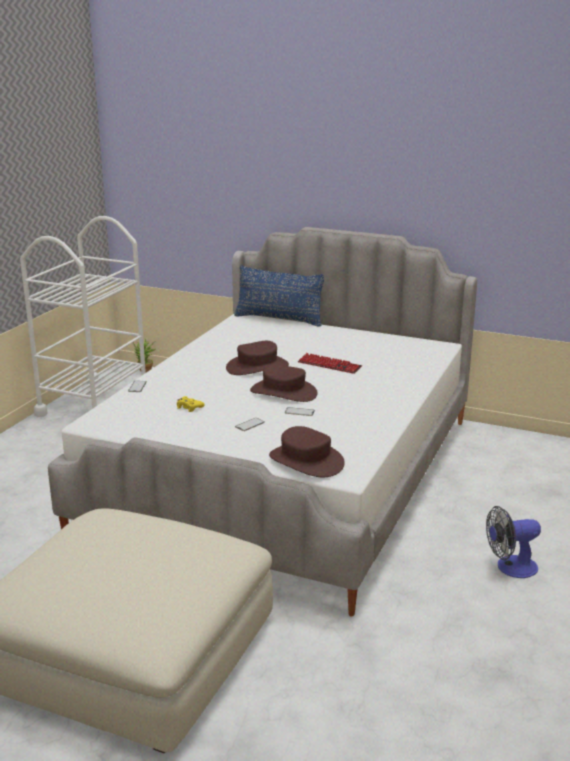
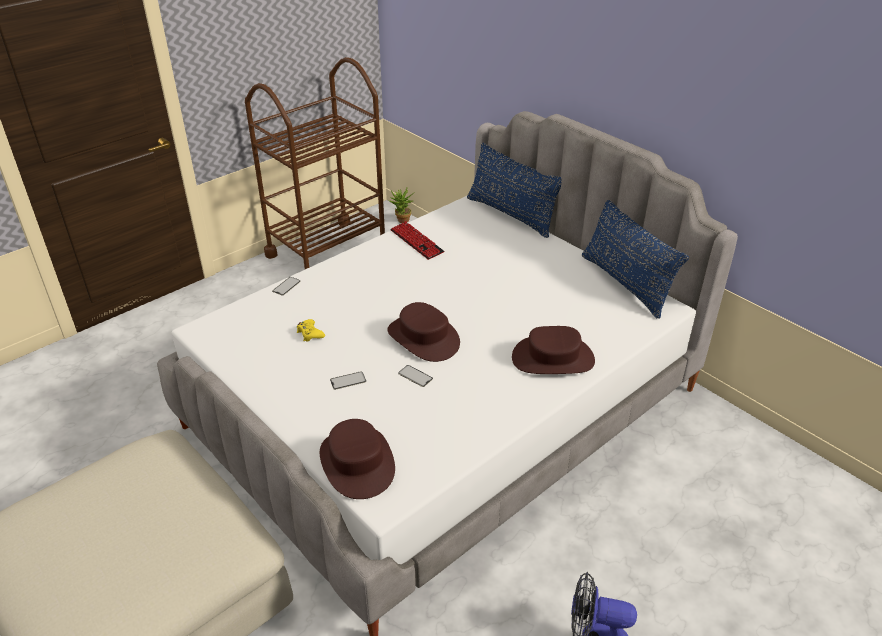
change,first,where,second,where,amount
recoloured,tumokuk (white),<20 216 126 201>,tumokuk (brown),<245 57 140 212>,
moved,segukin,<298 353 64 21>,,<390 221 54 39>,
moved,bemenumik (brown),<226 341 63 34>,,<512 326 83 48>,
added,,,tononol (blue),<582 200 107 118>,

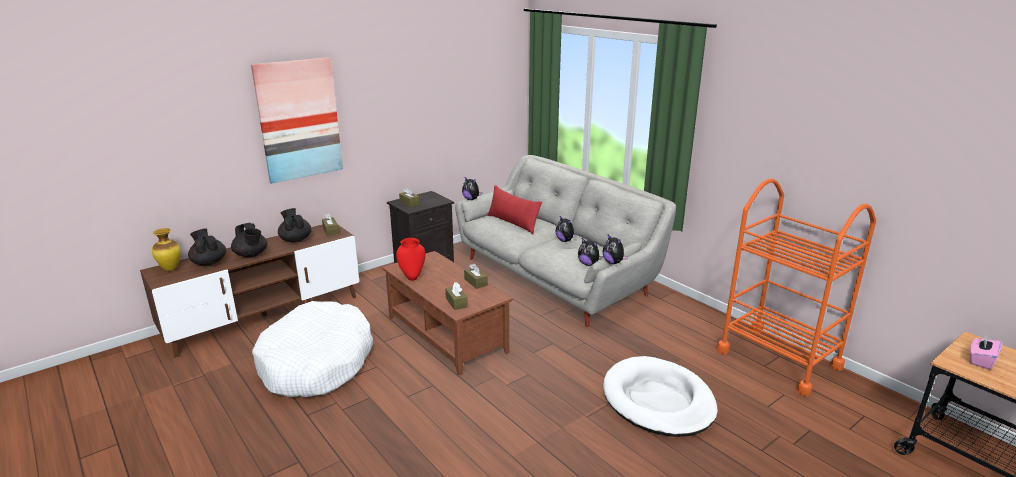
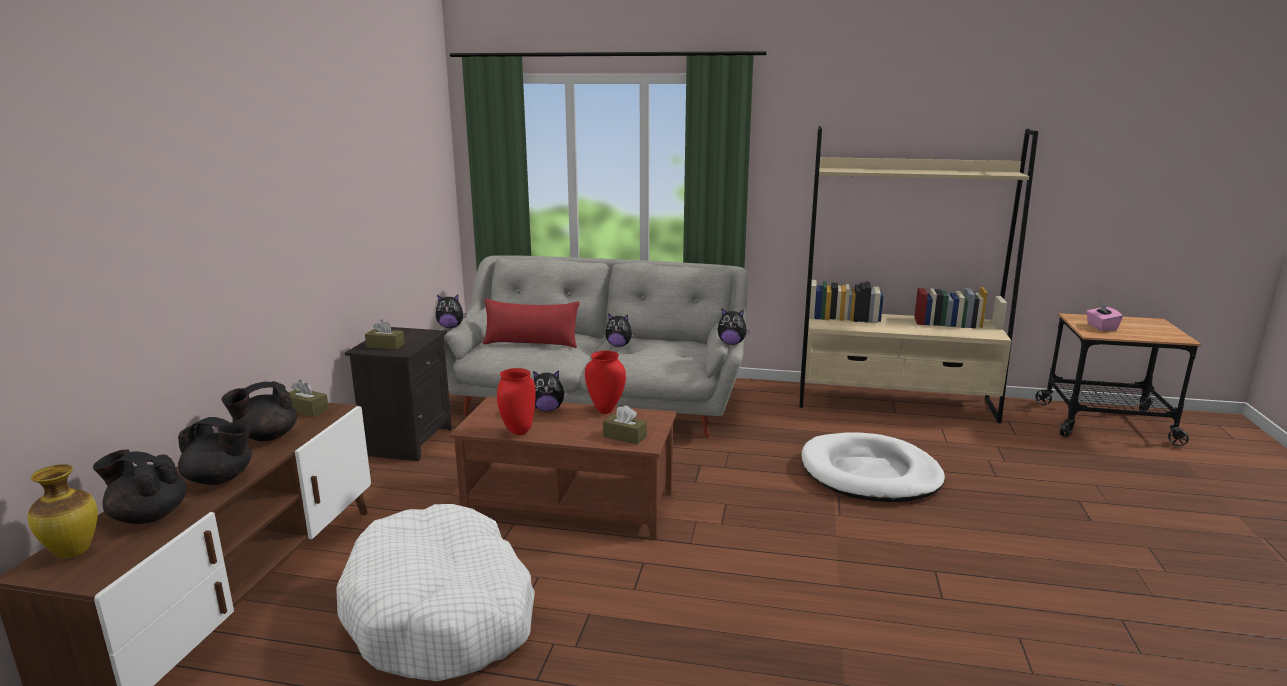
change,first,where,second,where,amount
turned,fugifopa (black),<278 208 34 35>,,<221 381 76 60>,60 degrees counterclockwise
moved,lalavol,<578 238 25 28>,,<533 370 34 42>,
replaced,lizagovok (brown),<464 263 24 26>,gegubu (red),<585 351 41 63>,
replaced,tumokuk (orange),<717 179 159 217>,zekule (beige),<799 126 239 297>,
removed,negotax,<251 57 92 127>,,,

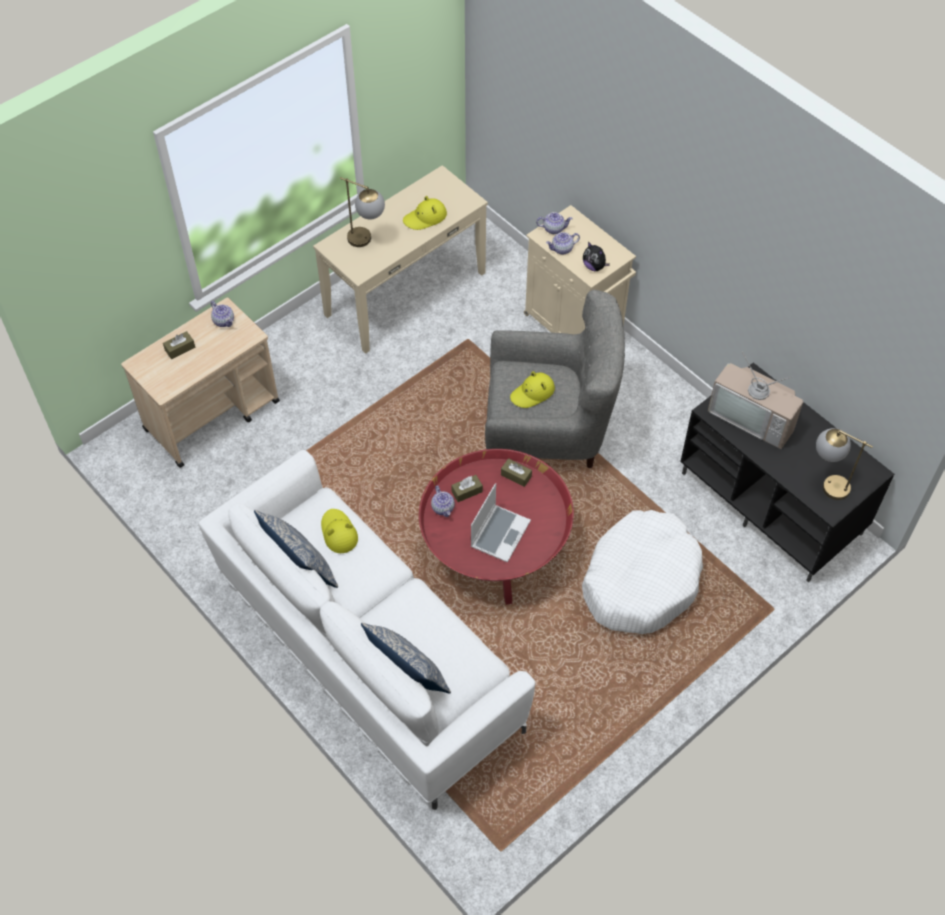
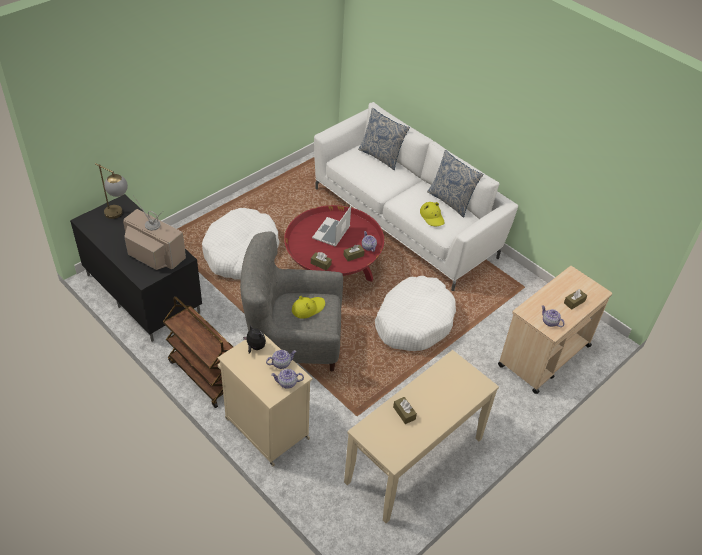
change,first,where,second,where,amount
added,,,tumokuk (brown),<163 296 70 112>,
added,,,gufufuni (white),<375 276 81 75>,
replaced,bemenumik (yellow),<403 196 44 34>,lizagovok (brown),<393 397 24 27>,
removed,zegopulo,<340 177 45 70>,,,

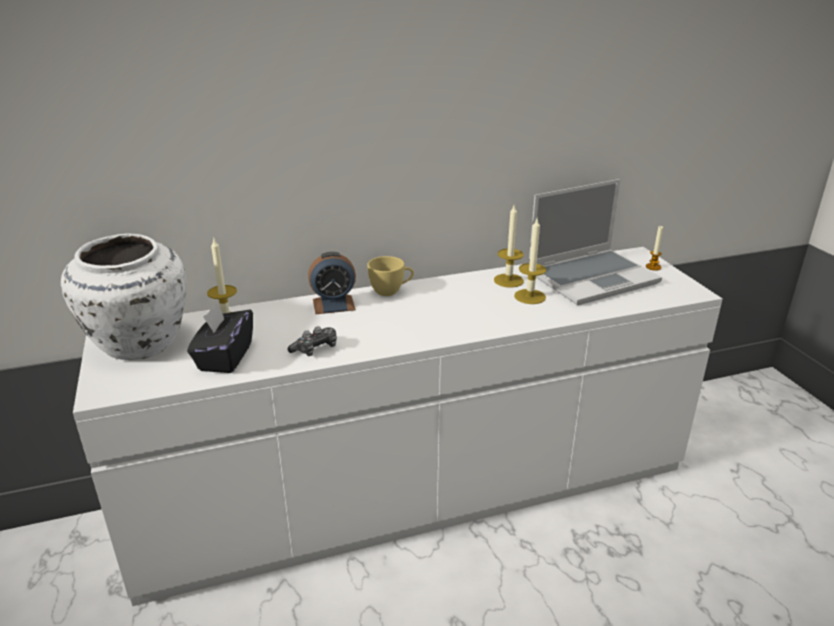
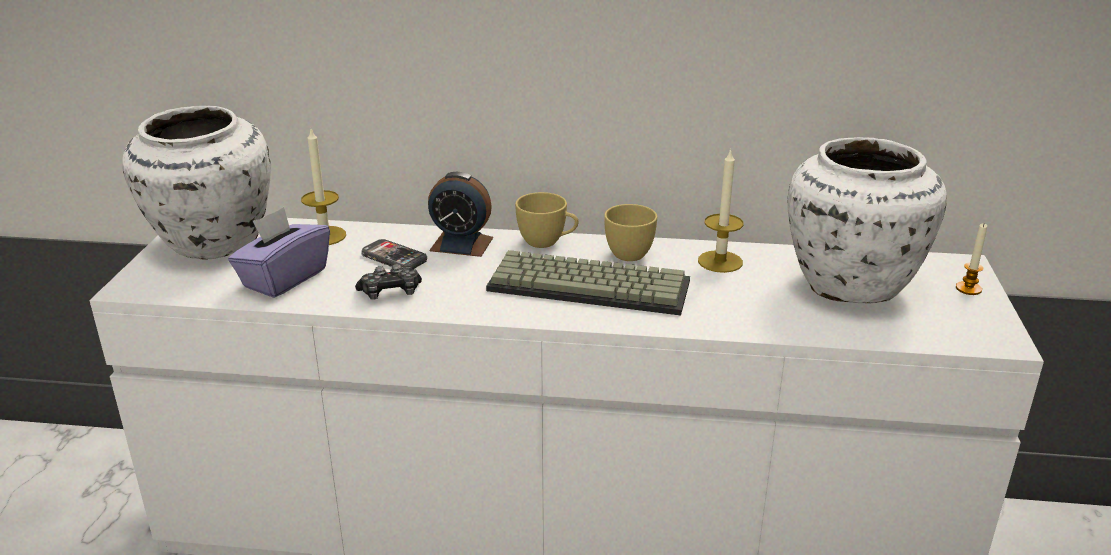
change,first,where,second,where,amount
recoloured,lizagovok (black),<187 302 66 71>,lizagovok (purple),<228 207 102 91>,
added,,,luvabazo,<361 239 66 30>,
added,,,segukin,<486 250 204 65>,
added,,,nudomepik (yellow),<604 204 53 57>,
replaced,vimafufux,<529 179 133 126>,gegubu (white),<787 137 160 166>,
removed,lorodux,<514 219 32 85>,,,

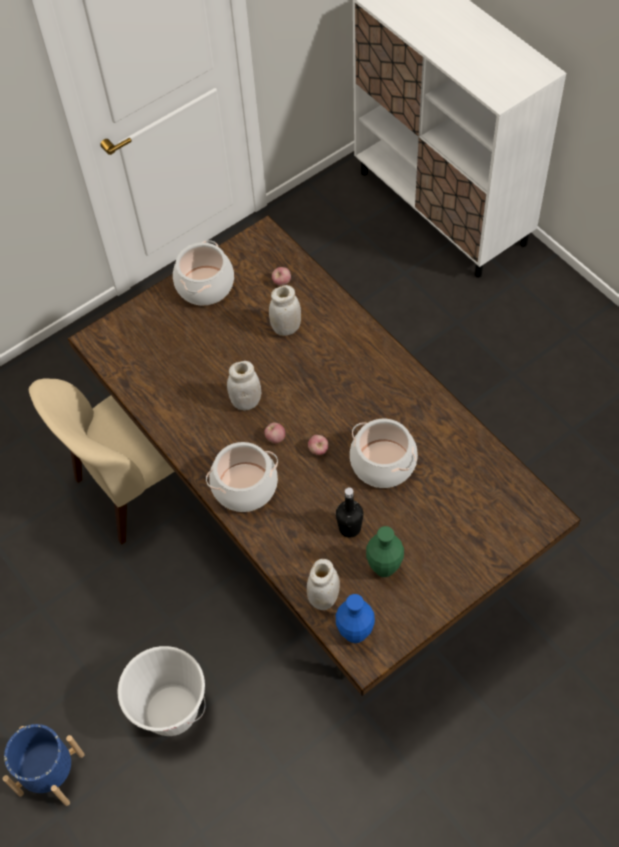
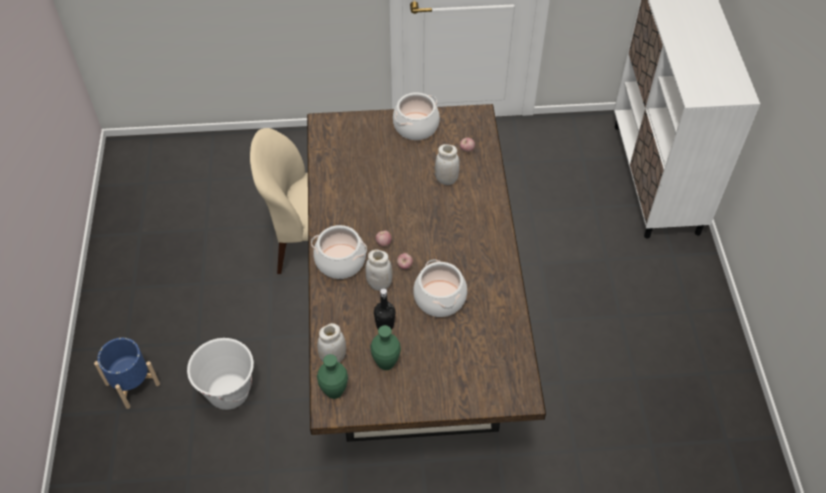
change,first,where,second,where,amount
recoloured,gegubu (blue),<336 594 39 49>,gegubu (green),<317 354 31 45>,
moved,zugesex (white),<227 361 34 50>,,<365 250 27 41>,

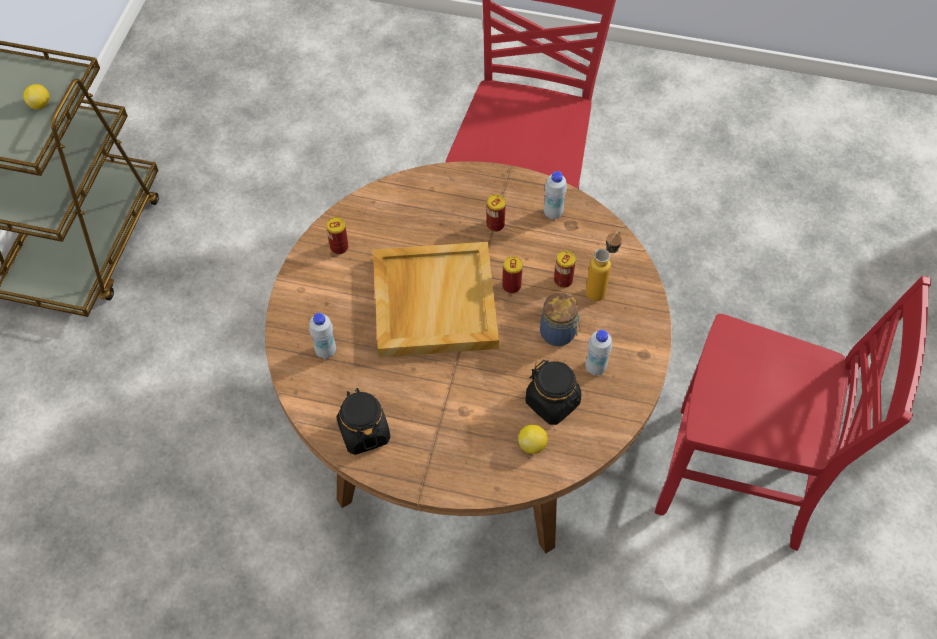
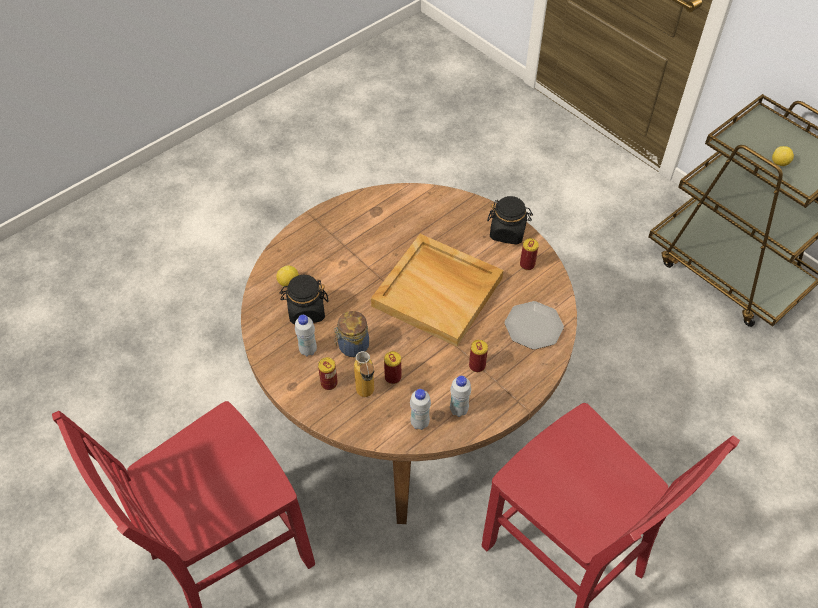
change,first,where,second,where,amount
moved,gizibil,<502 256 21 38>,,<318 357 20 33>,
moved,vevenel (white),<309 313 27 46>,,<410 389 21 41>,
moved,zugesex (black),<337 388 53 67>,,<487 196 46 49>,
added,,,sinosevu,<505 301 59 49>,

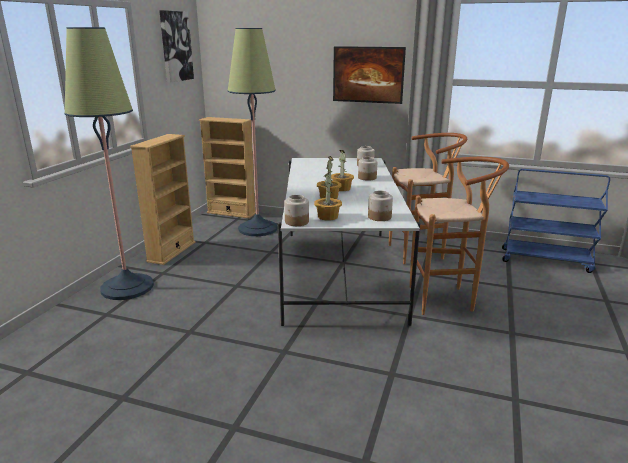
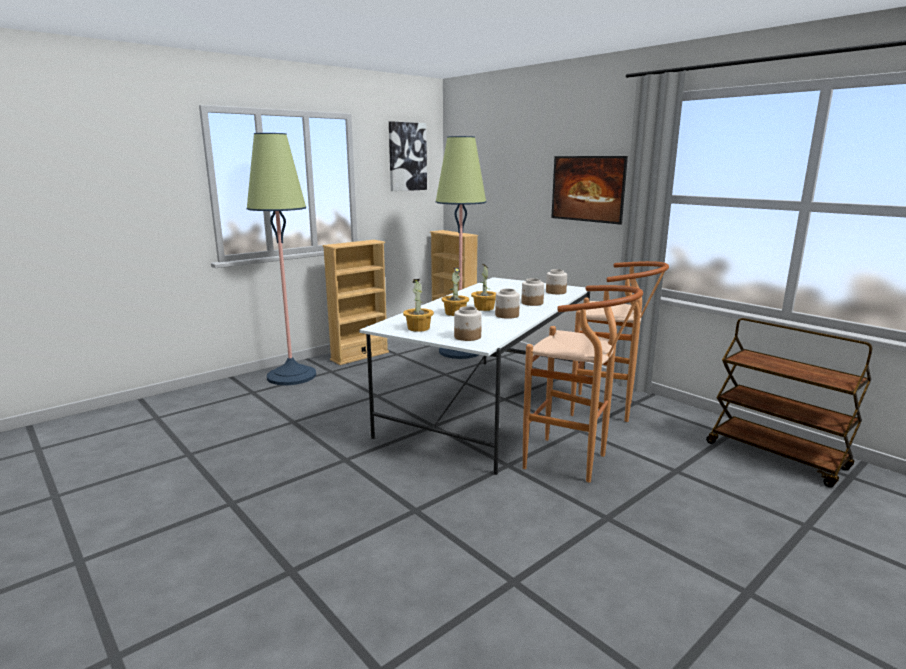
change,first,where,second,where,amount
moved,zugesex,<284 195 25 31>,,<495 289 25 30>,
recoloured,tumokuk (blue),<502 169 108 104>,tumokuk (brown),<706 318 166 169>,

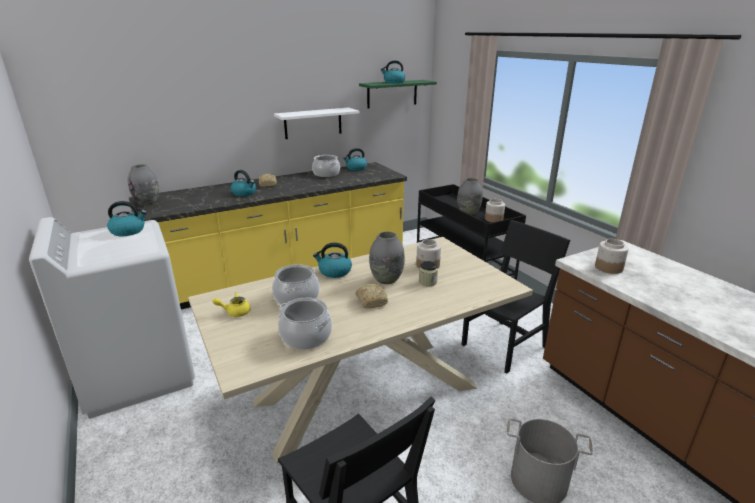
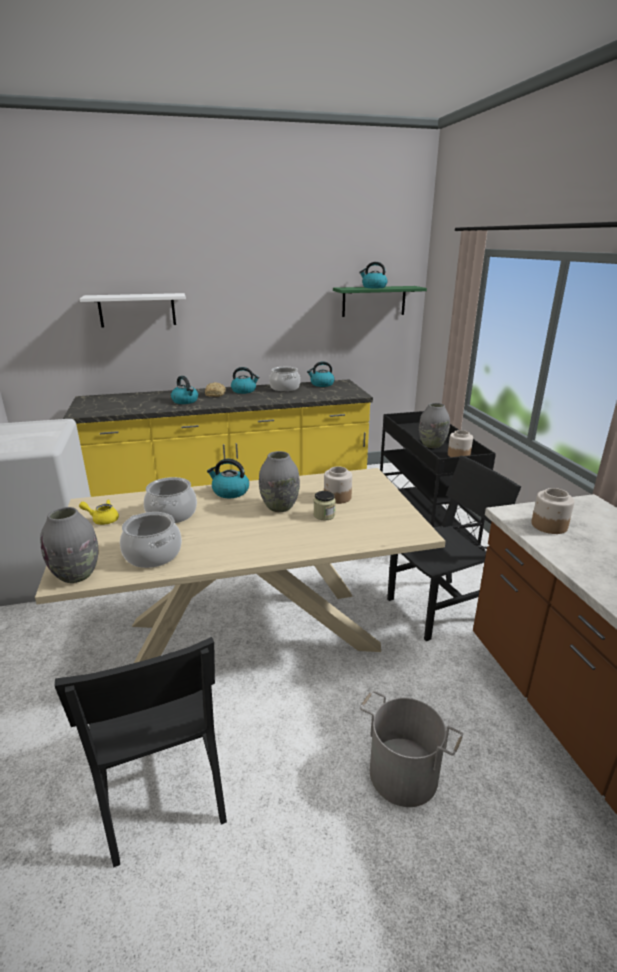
change,first,where,second,where,amount
moved,gegubu (grey),<128 164 31 41>,,<40 507 58 76>,
moved,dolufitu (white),<274 107 86 32>,,<80 293 106 35>,
moved,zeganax,<107 201 40 35>,,<231 367 28 27>,
removed,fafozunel,<356 284 32 24>,,,

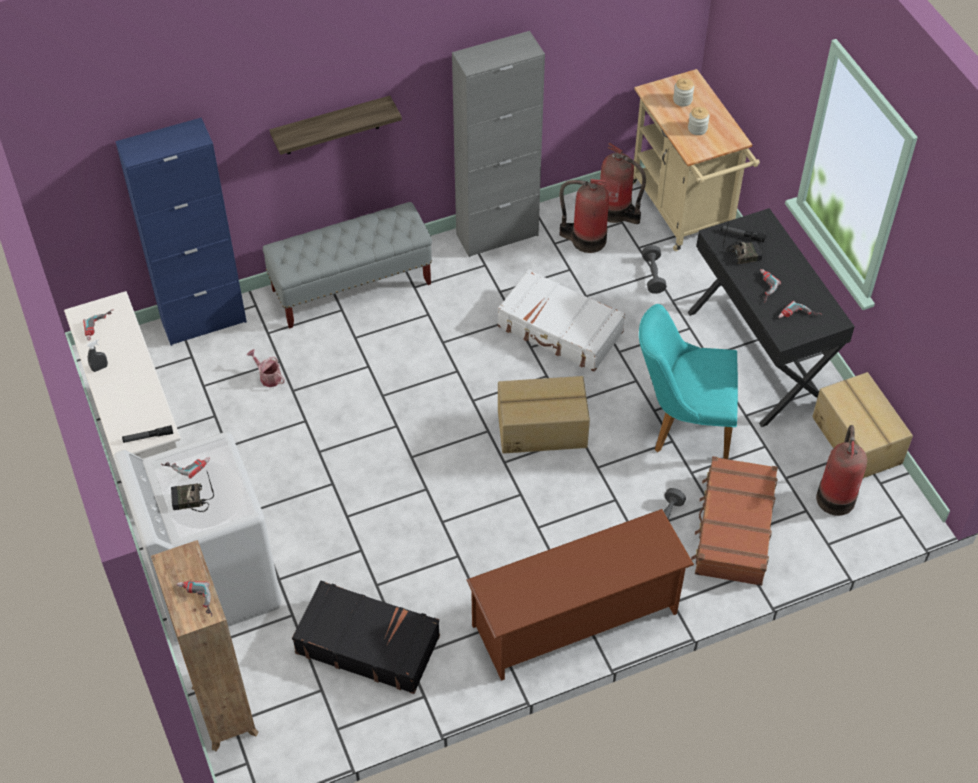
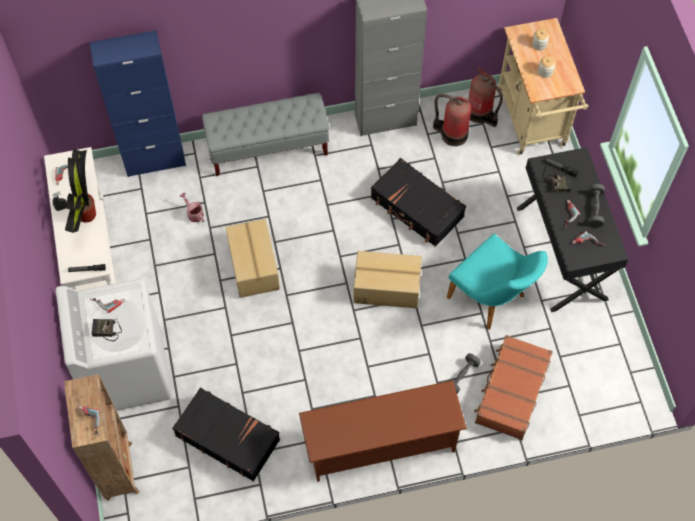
change,first,where,second,where,amount
added,,,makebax,<65 148 31 85>,
moved,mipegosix,<812 372 101 106>,,<226 219 54 79>,
recoloured,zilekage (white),<498 269 127 103>,zilekage (black),<371 158 95 89>,
turned,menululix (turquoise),<639 304 99 155>,,<447 234 101 95>,150 degrees counterclockwise
moved,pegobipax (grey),<642 245 25 49>,,<588 184 17 44>,
removed,dolufitu,<270 96 132 59>,,,
removed,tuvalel,<816 425 51 91>,,,

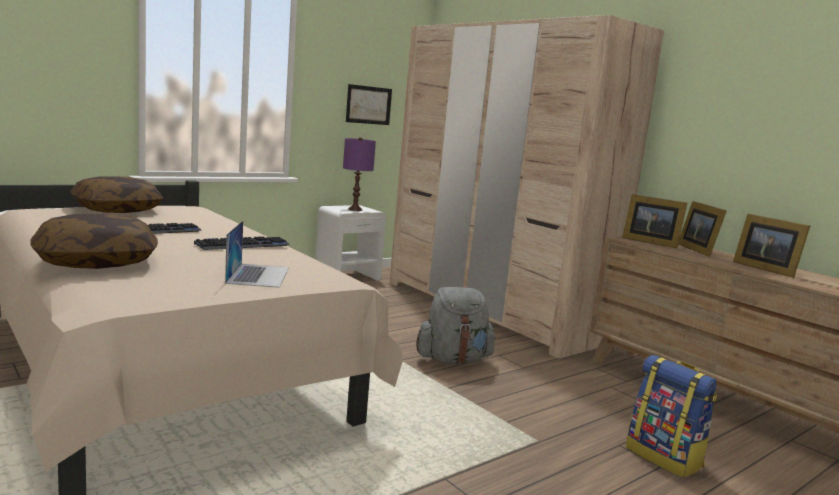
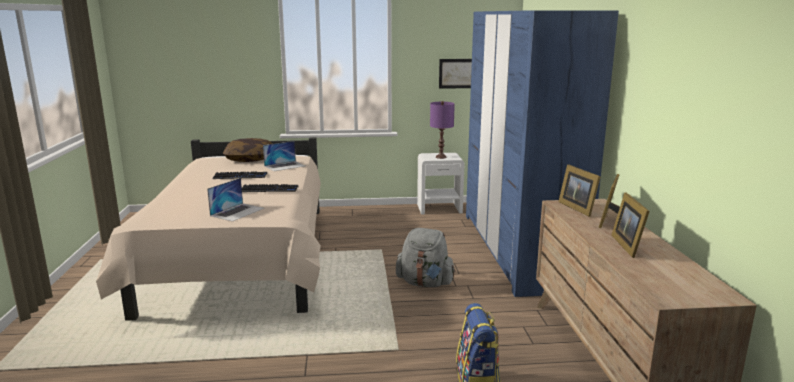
change,first,where,second,where,amount
added,,,vimafufux,<263 141 42 30>,
recoloured,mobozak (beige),<390 15 274 344>,mobozak (blue),<466 10 153 287>,
removed,tononol,<30 214 128 55>,,,

